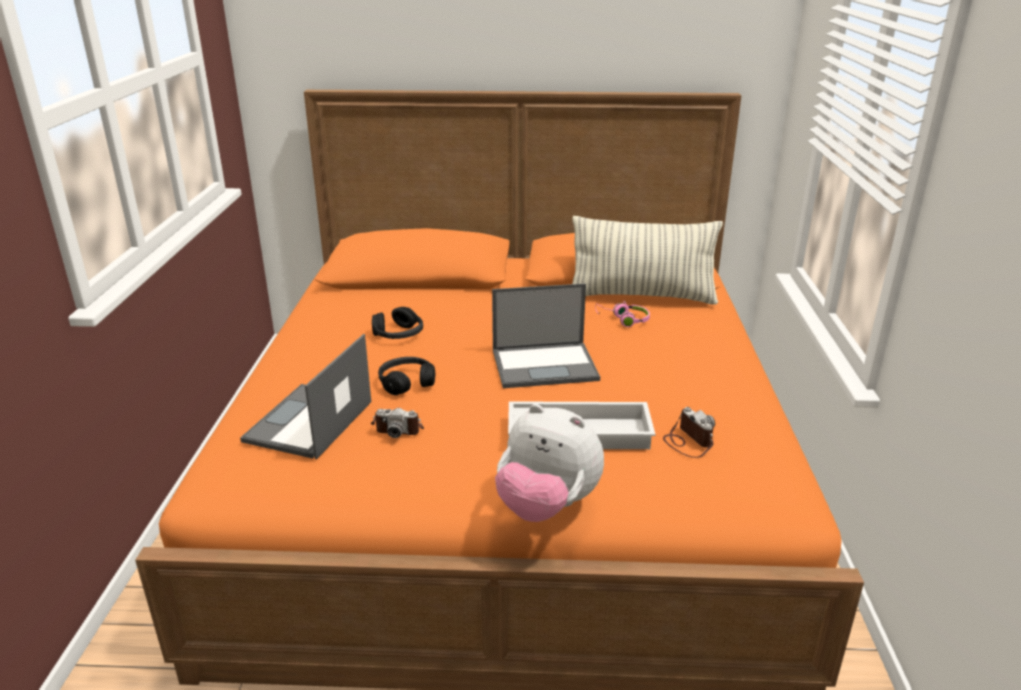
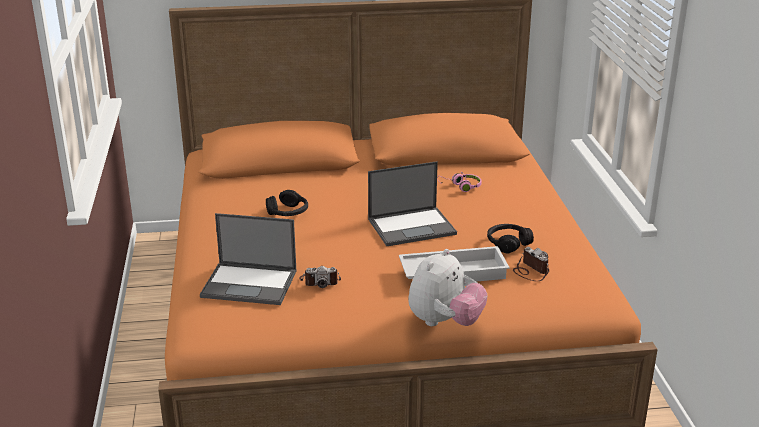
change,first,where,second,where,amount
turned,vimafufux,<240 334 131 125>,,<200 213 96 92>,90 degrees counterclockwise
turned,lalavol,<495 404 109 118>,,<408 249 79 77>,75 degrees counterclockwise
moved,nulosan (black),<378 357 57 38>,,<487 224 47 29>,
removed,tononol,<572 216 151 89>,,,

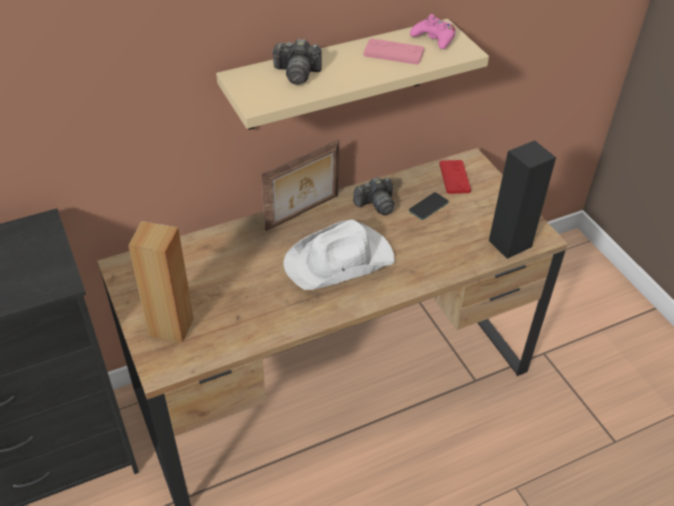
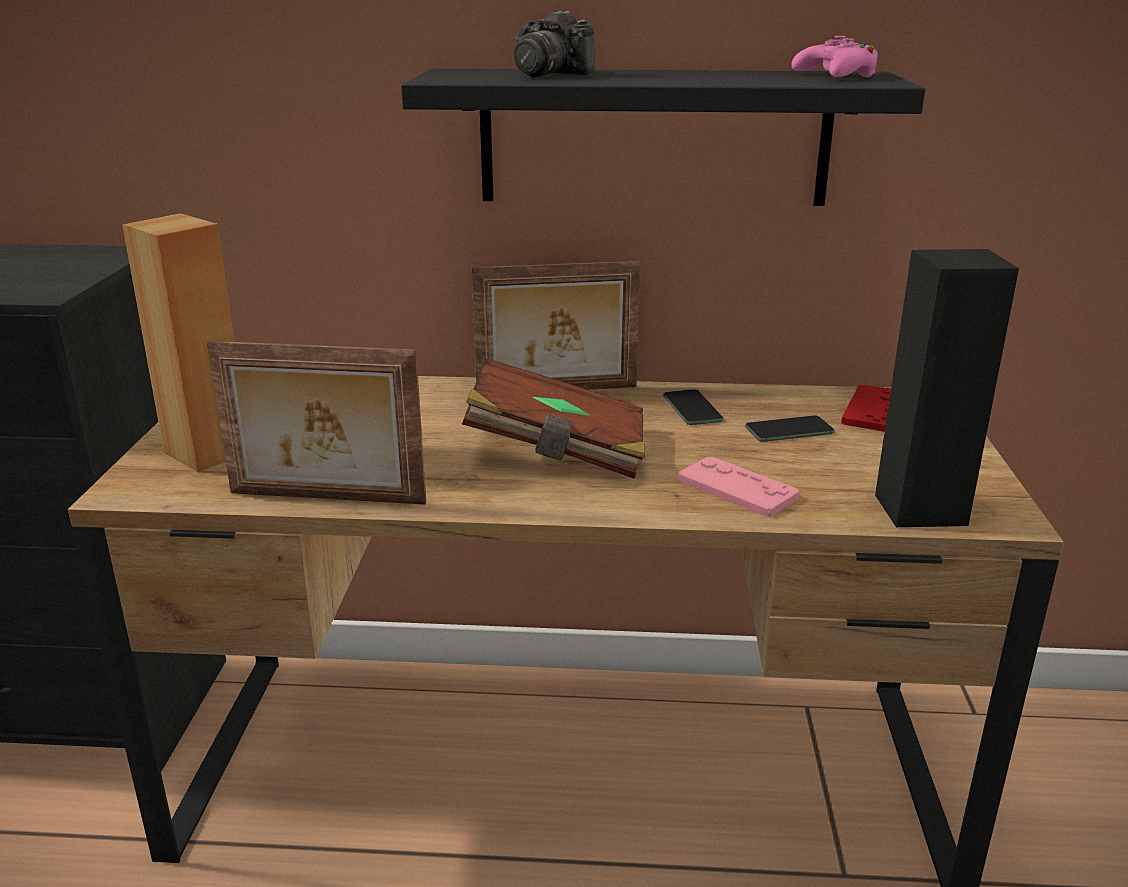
change,first,where,second,where,amount
added,,,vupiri,<207 341 219 164>,
recoloured,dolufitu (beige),<216 19 273 111>,dolufitu (black),<401 69 524 137>,
replaced,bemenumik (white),<284 220 111 70>,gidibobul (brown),<462 358 183 121>,
replaced,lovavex,<353 177 41 38>,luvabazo,<663 389 61 36>,
moved,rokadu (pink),<364 38 60 27>,,<678 457 122 60>,

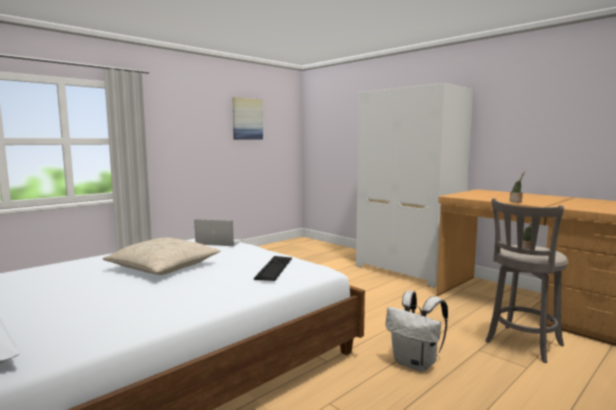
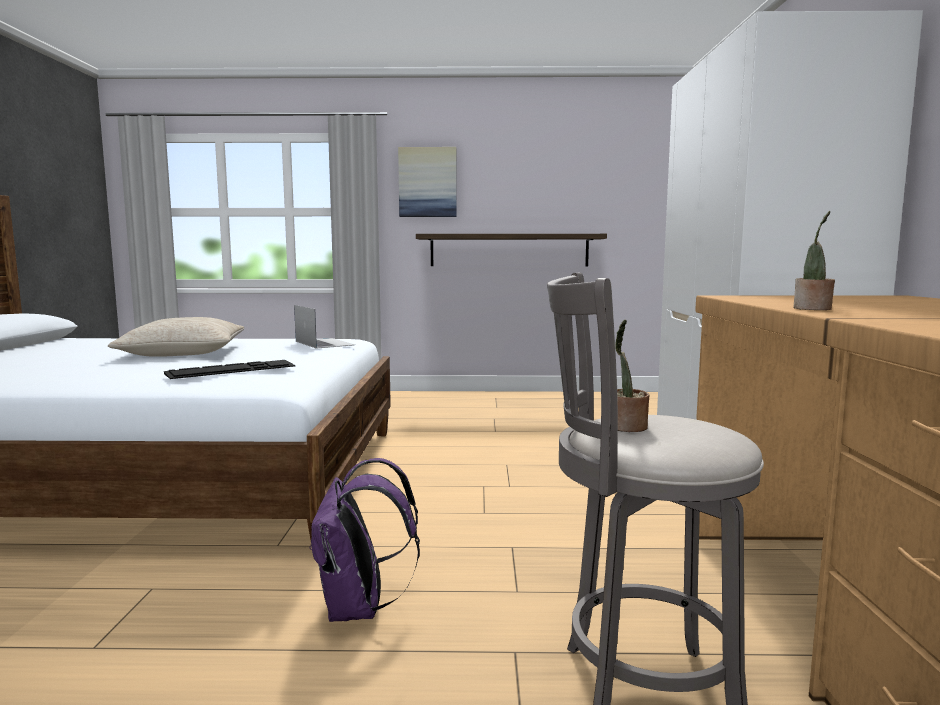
change,first,where,second,where,amount
recoloured,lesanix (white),<386 291 62 81>,lesanix (purple),<309 458 111 164>,
moved,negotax,<232 97 31 43>,,<398 147 59 70>,
added,,,dolufitu,<416 234 191 32>,

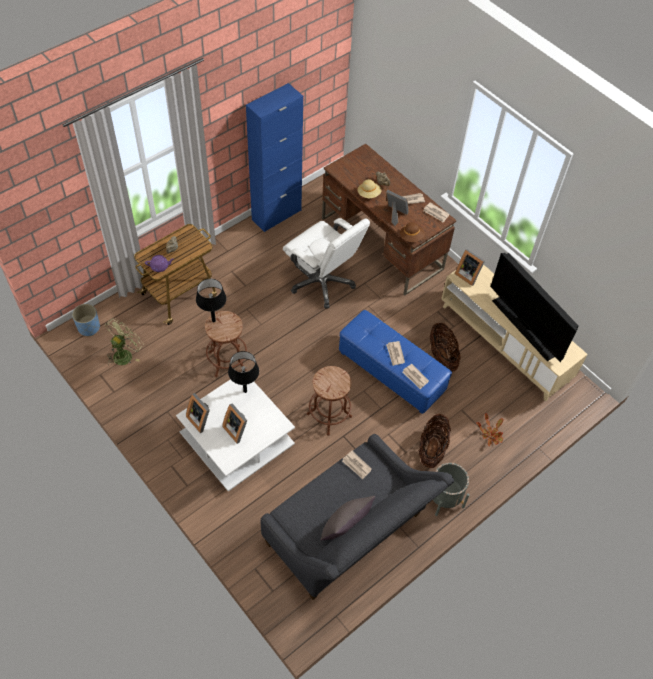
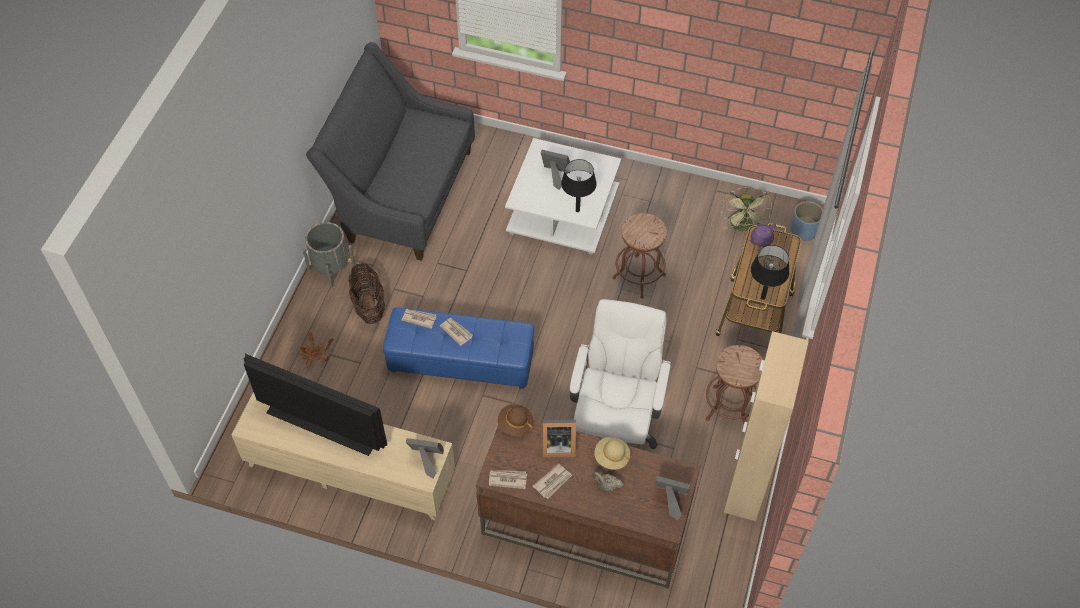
change,first,where,second,where,amount
turned,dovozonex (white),<283 218 87 91>,,<570 299 101 150>,90 degrees clockwise
moved,vupiri,<186 393 24 40>,,<656 476 34 44>,
moved,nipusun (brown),<307 366 45 70>,,<706 345 57 79>,
recoloured,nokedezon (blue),<246 83 57 149>,nokedezon (beige),<724 331 85 190>,
moved,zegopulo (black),<196 279 30 43>,,<751 245 38 55>,
removed,tononol (grey),<320 496 55 45>,,,
removed,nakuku,<342 451 30 28>,,,
removed,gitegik,<430 323 31 49>,,,

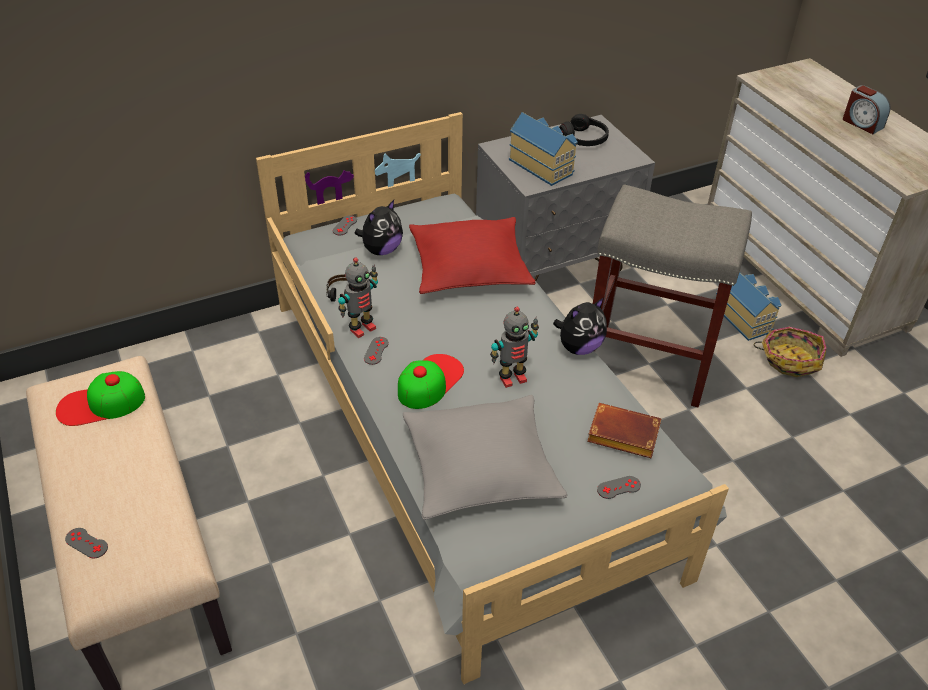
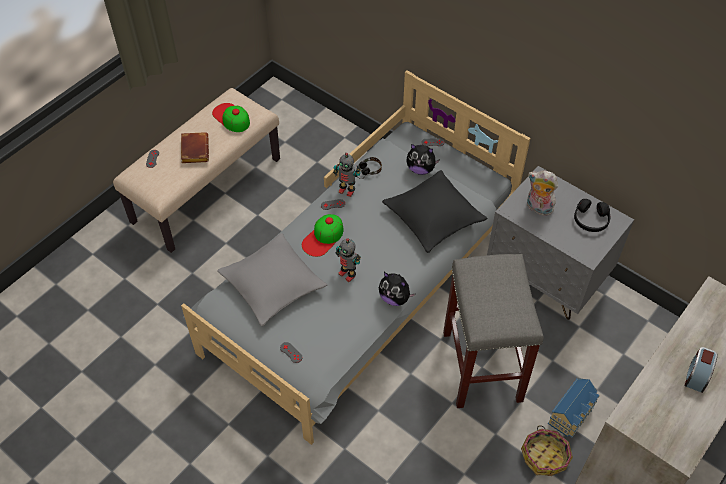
change,first,where,second,where,amount
moved,gidibobul (brown),<587 403 74 56>,,<181 132 28 31>,
turned,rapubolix,<398 354 66 55>,,<302 214 42 43>,120 degrees clockwise
recoloured,tononol (red),<409 217 127 77>,tononol (black),<382 170 106 83>,
replaced,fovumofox,<509 112 69 74>,lalavol,<527 170 31 46>,

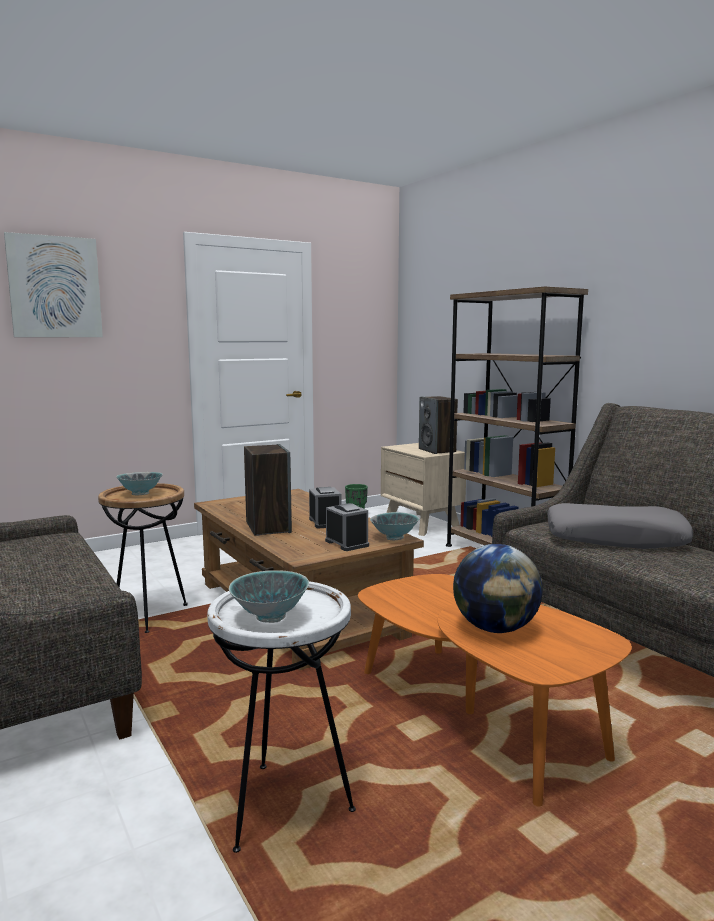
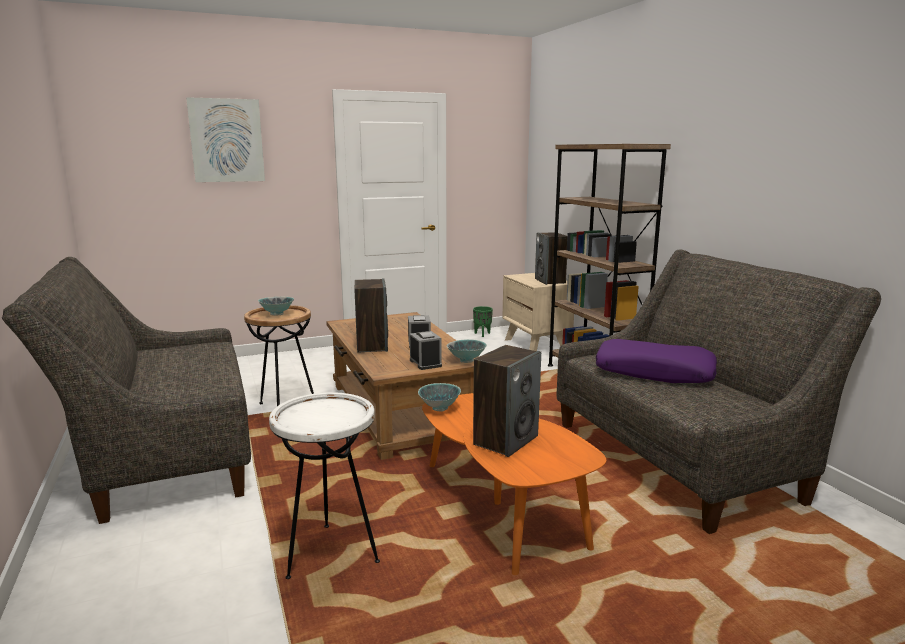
change,first,where,second,where,amount
moved,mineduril,<229 570 80 53>,,<418 383 43 28>,
replaced,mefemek,<453 544 90 89>,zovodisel,<473 345 68 112>,
recoloured,tononol (grey),<547 503 146 46>,tononol (purple),<596 339 121 44>,

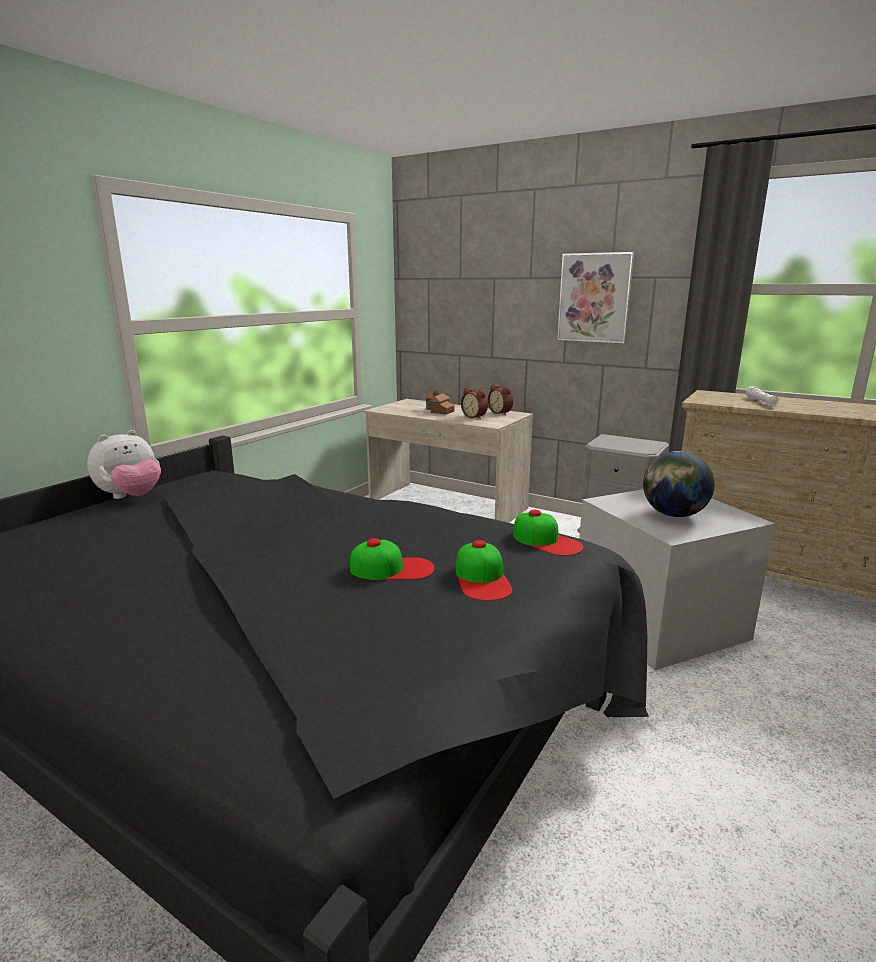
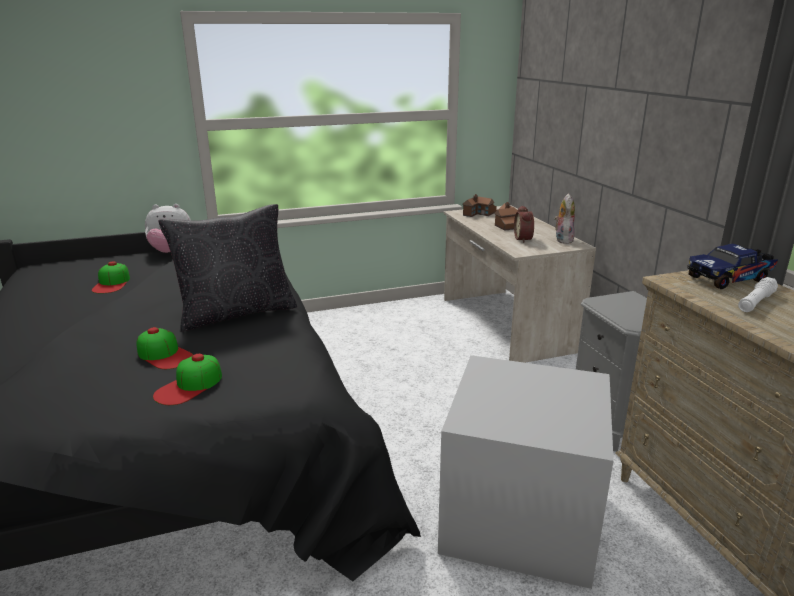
change,first,where,second,where,amount
moved,rapubolix,<513 510 70 46>,,<92 261 38 33>,
added,,,tononol (black),<159 204 138 128>,
added,,,fovumofox,<462 194 35 23>,
replaced,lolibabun,<488 384 25 31>,lalavol,<554 193 21 51>,
added,,,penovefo,<687 244 91 45>,
removed,negotax,<557 252 78 92>,,,
removed,mefemek,<643 451 72 66>,,,

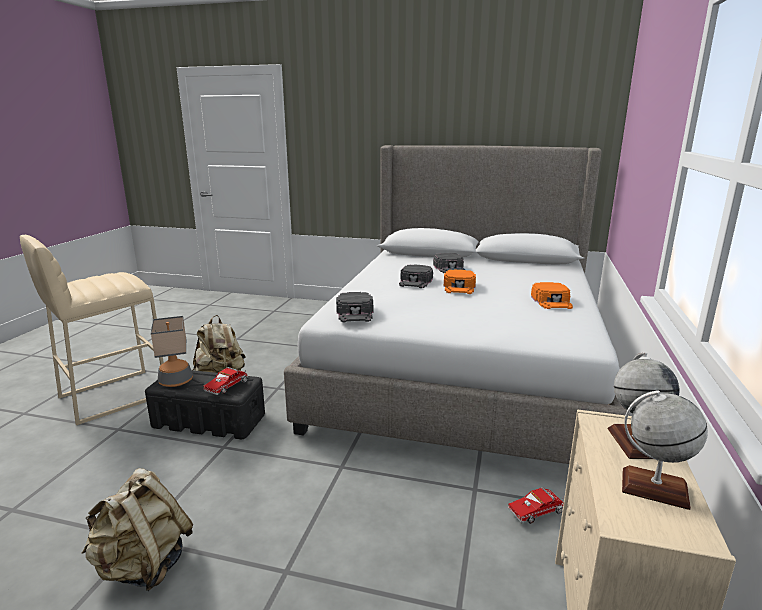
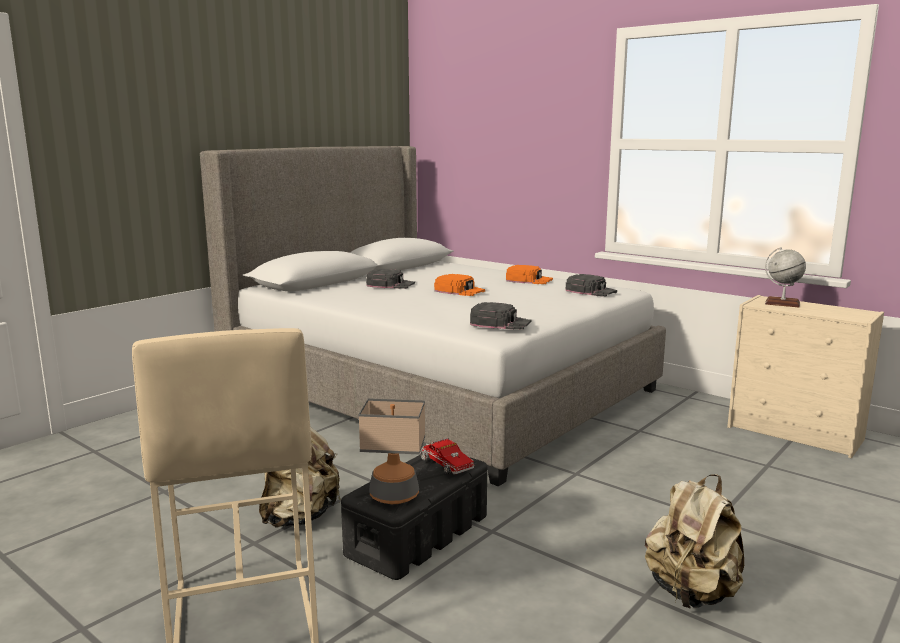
change,first,where,second,where,amount
moved,rapubolix (black),<399 265 34 23>,,<565 274 52 23>,
removed,penovefo,<508 487 56 37>,,,
removed,mefemek,<622 390 86 120>,,,

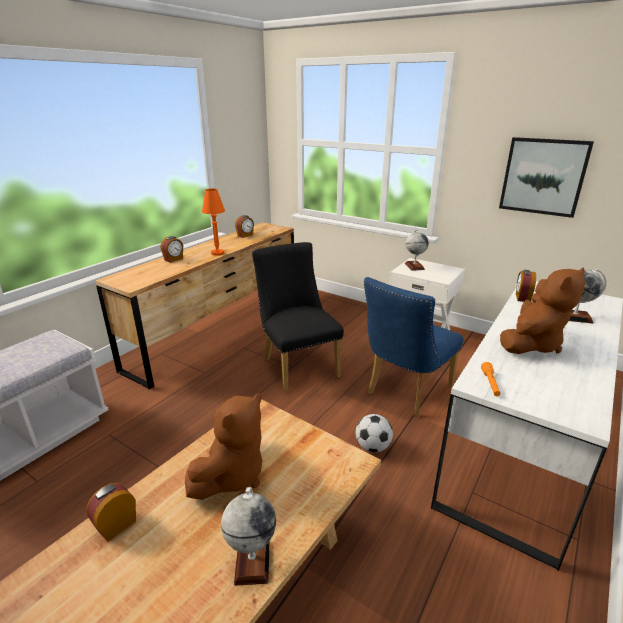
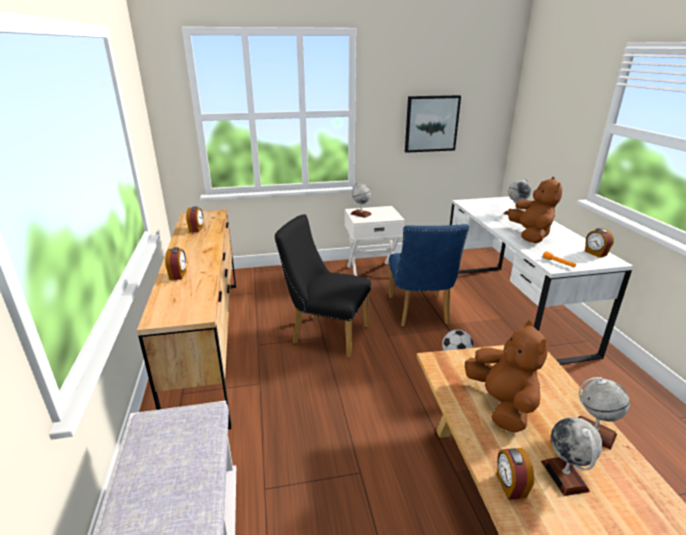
change,first,where,second,where,amount
added,,,mefemek,<541 417 61 79>,
moved,lolibabun,<516 270 20 32>,,<585 228 29 30>,
removed,zegopulo (orange),<202 189 23 67>,,,

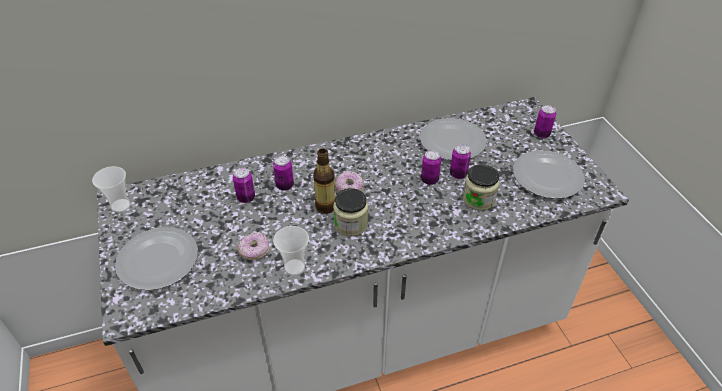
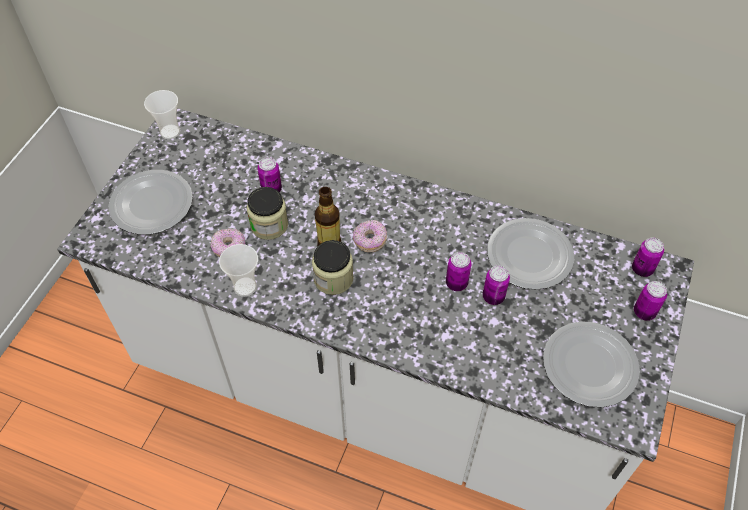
change,first,where,second,where,amount
moved,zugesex,<463 164 36 47>,,<247 187 41 53>,
moved,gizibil,<273 155 21 35>,,<632 238 32 39>,

